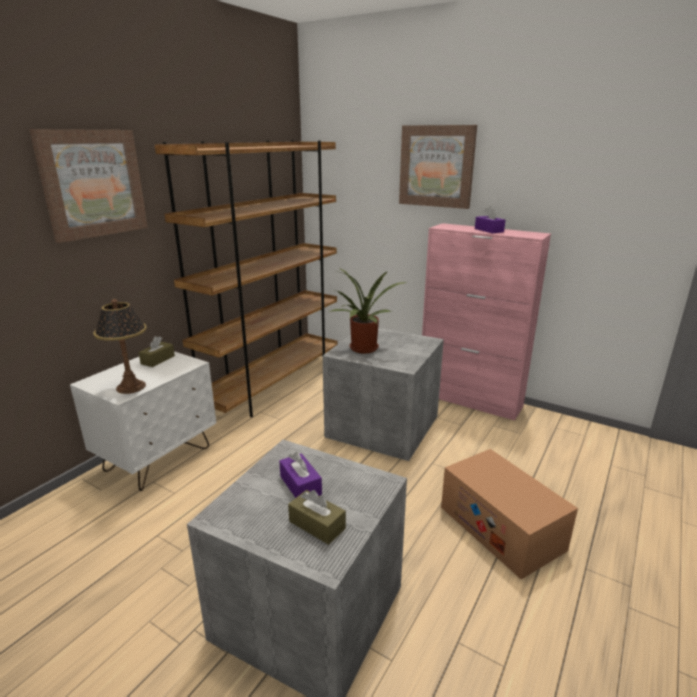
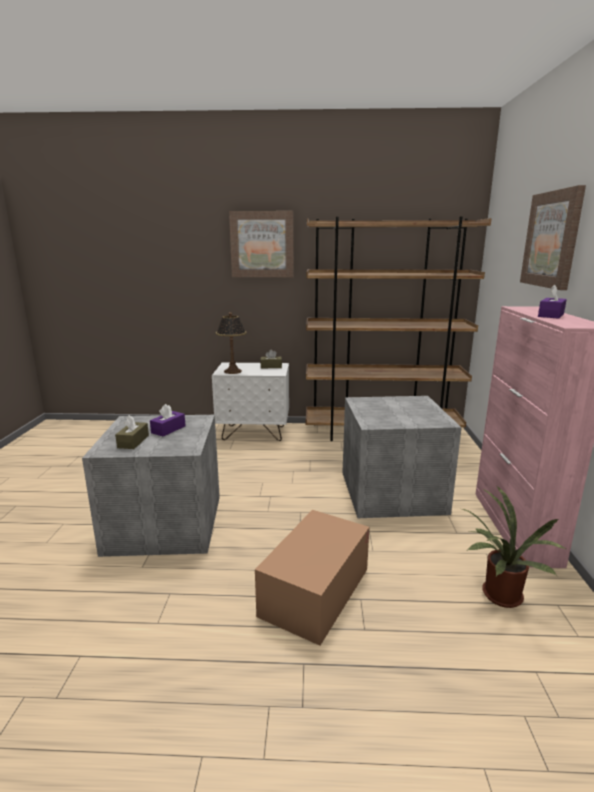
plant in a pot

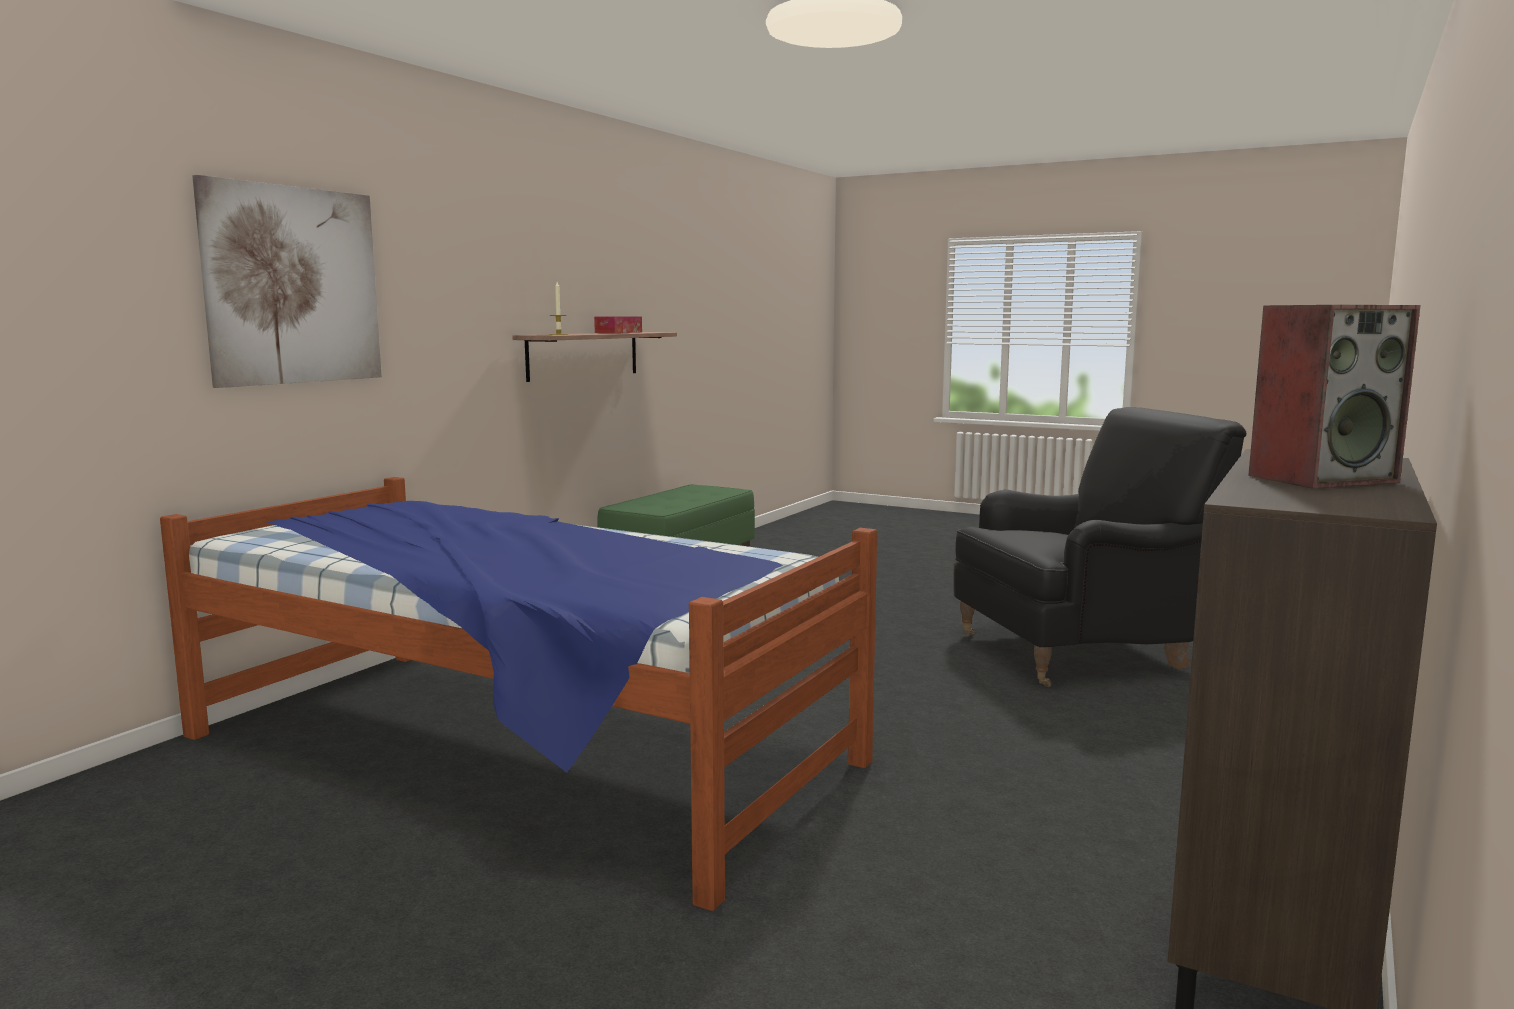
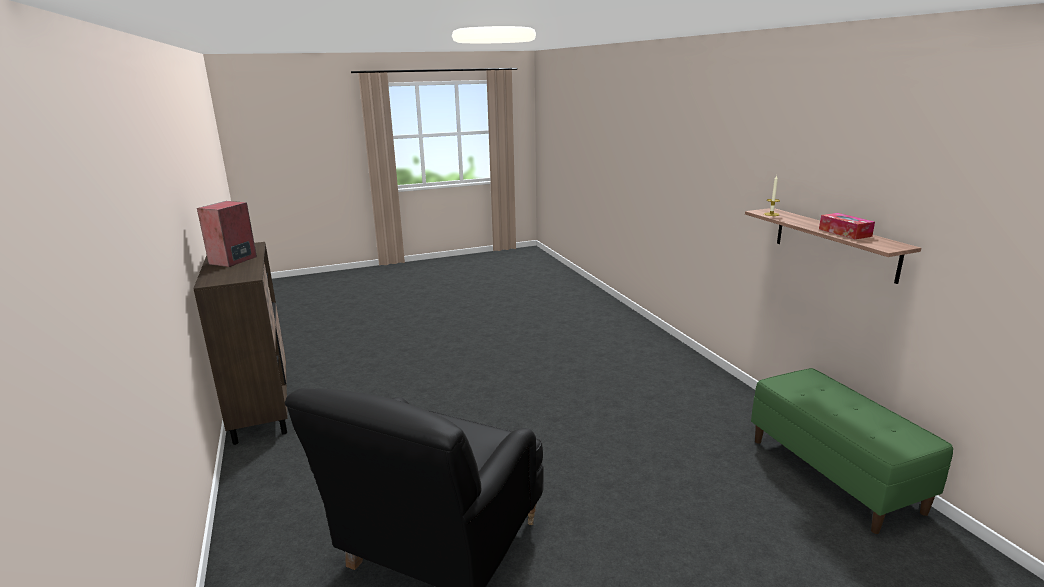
bedroom bed
wall picture

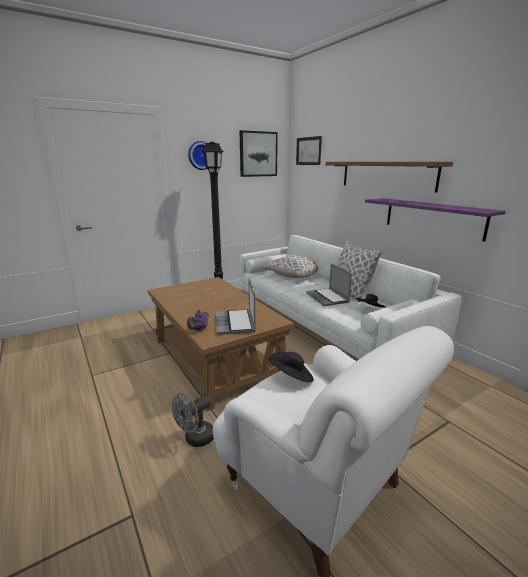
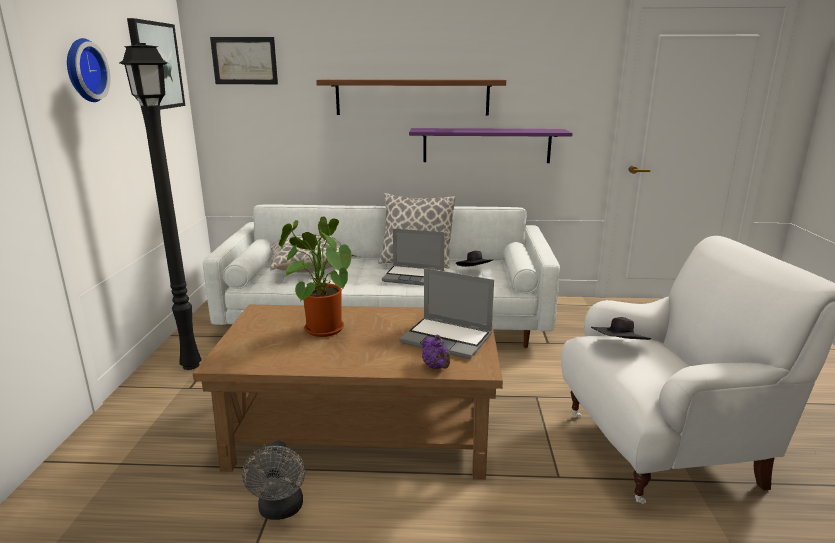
plant in a pot
gray electric fan

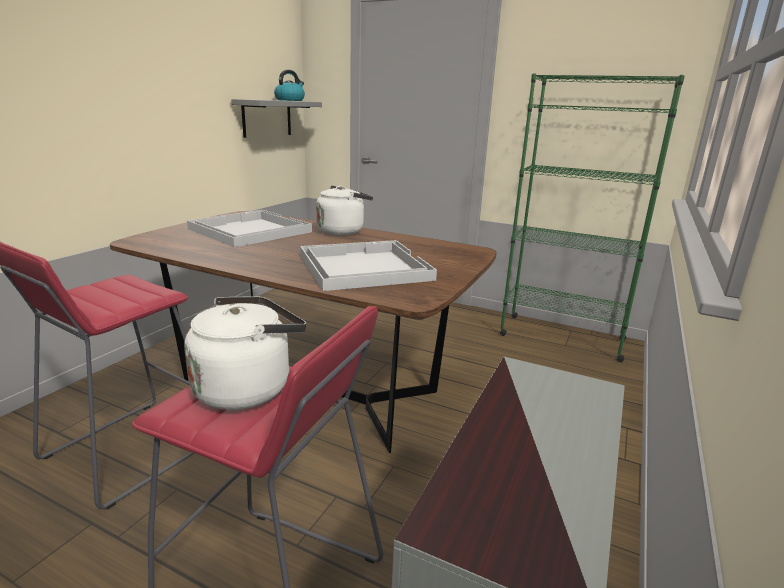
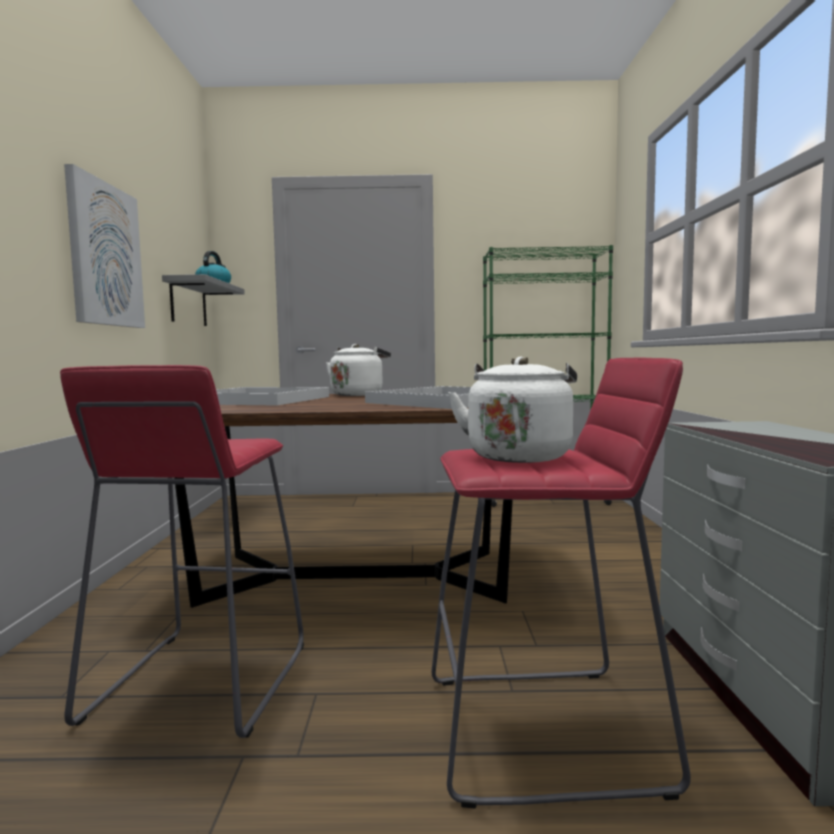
wall picture

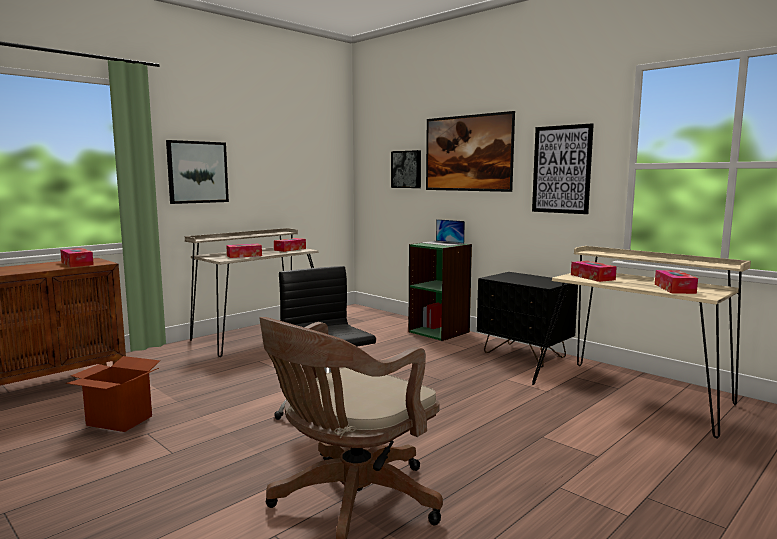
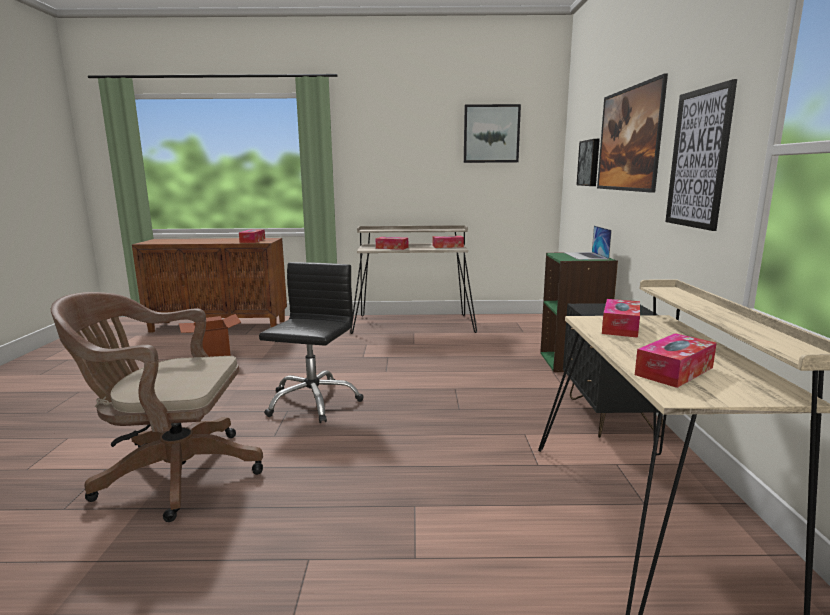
wall picture (no. 1 from left)

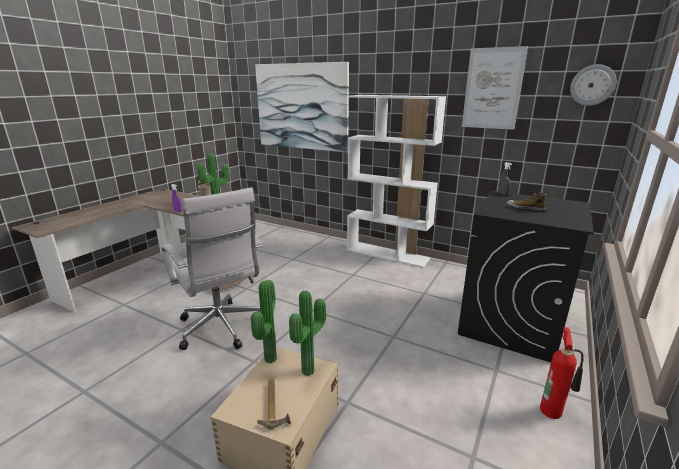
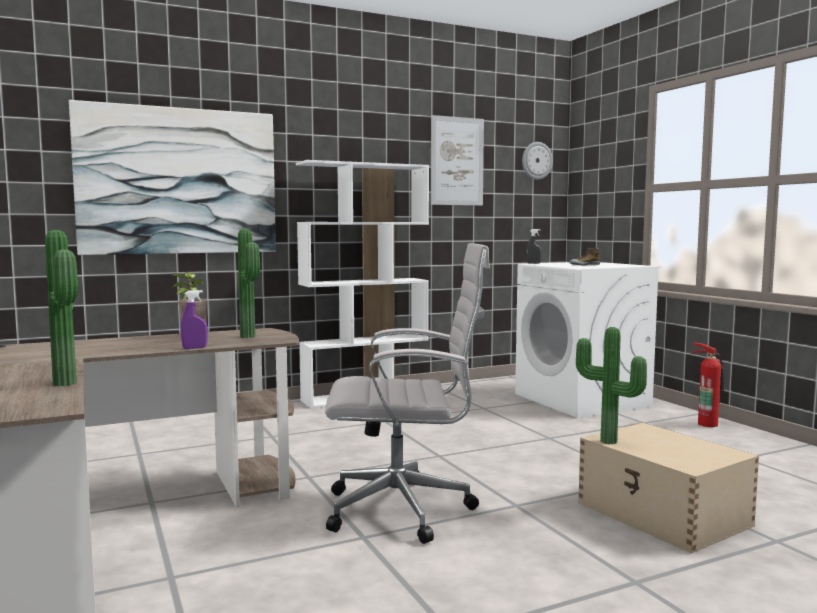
hammer
plant in a pot (no. 1 from left)
white-coloured laundry machine

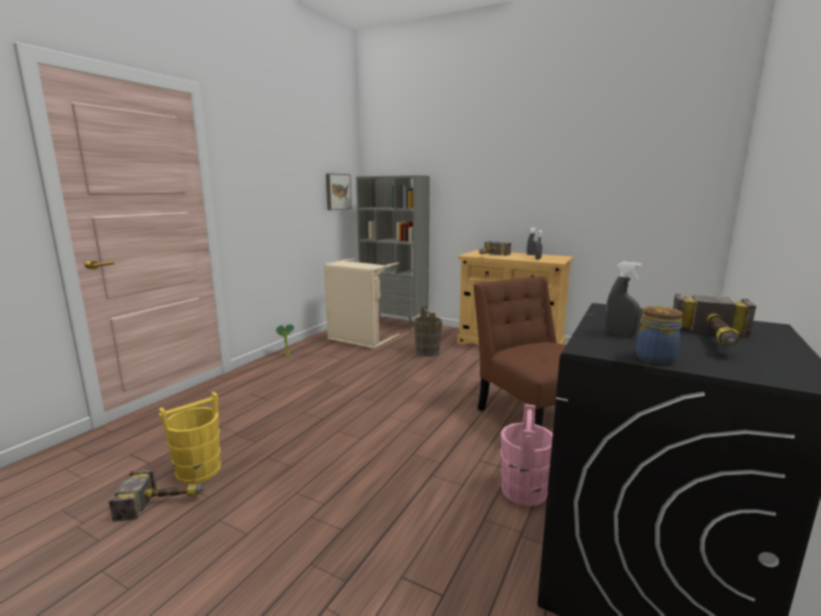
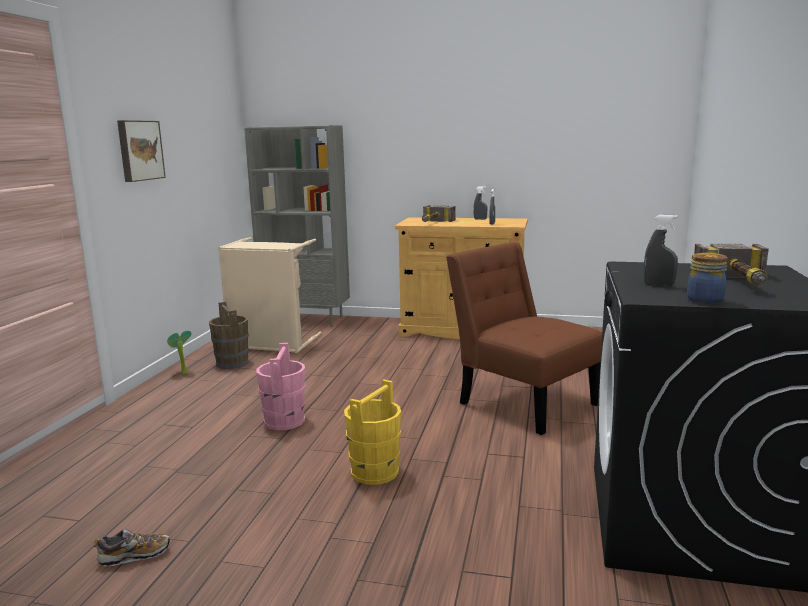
yellow water bucket
wall picture
brown water bucket
pink water bucket
low shoe

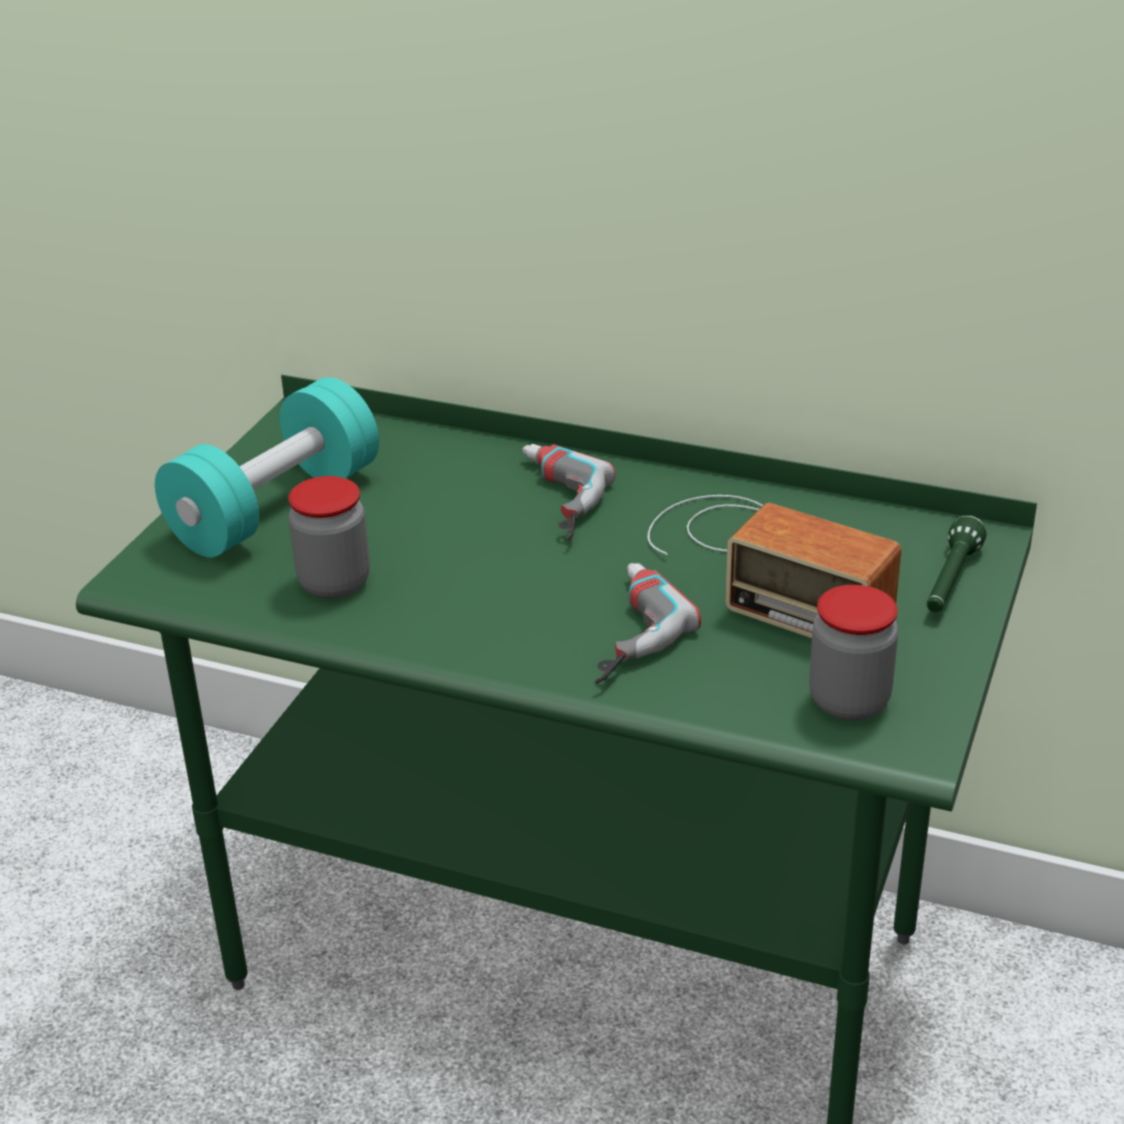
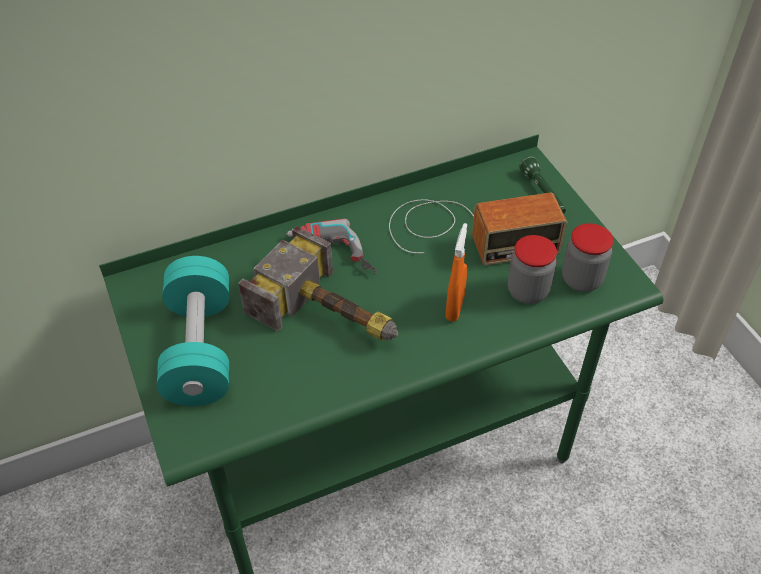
hammer
preserve jar (no. 1 from left)
orange sprayer

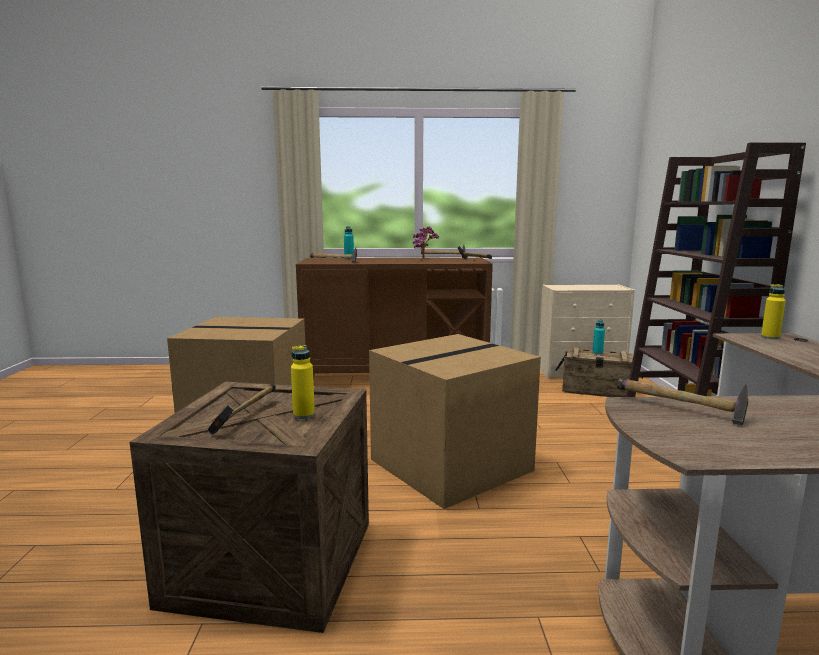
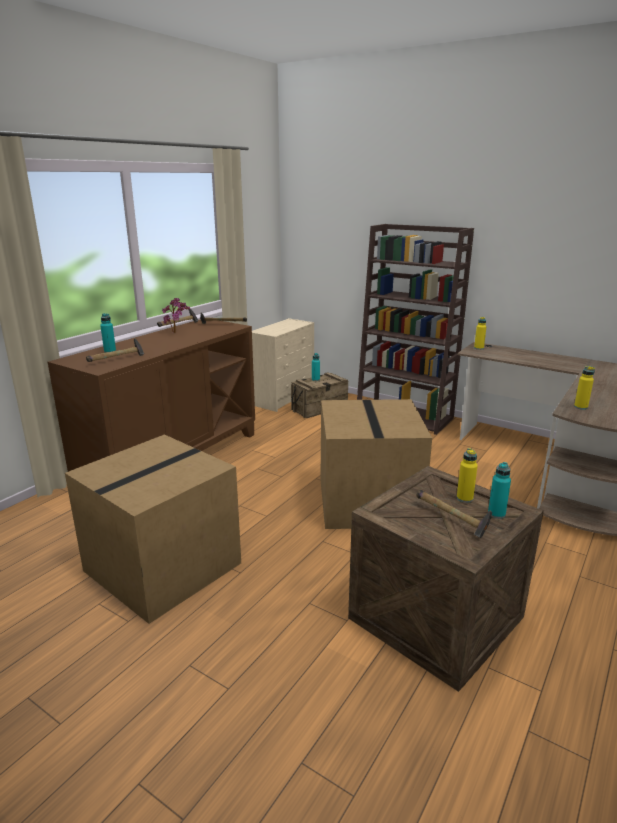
blue-green bottle (no. 3 from left)
yellow bottle (no. 3 from left)

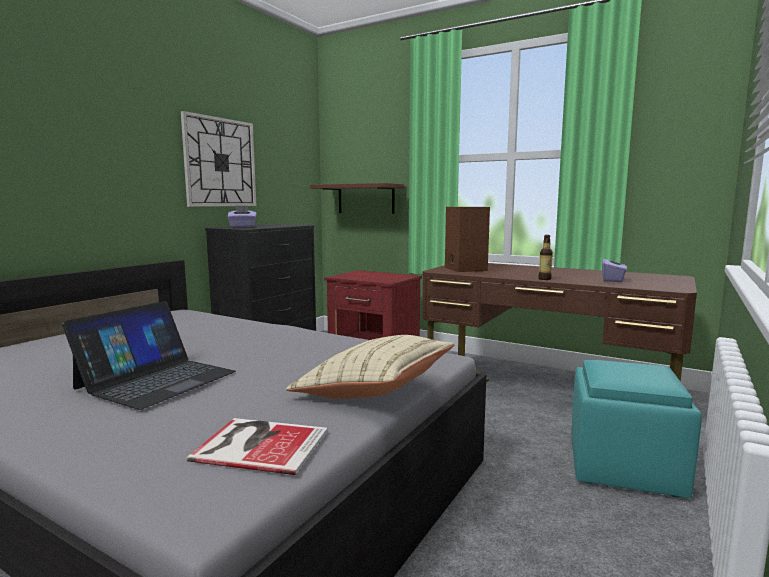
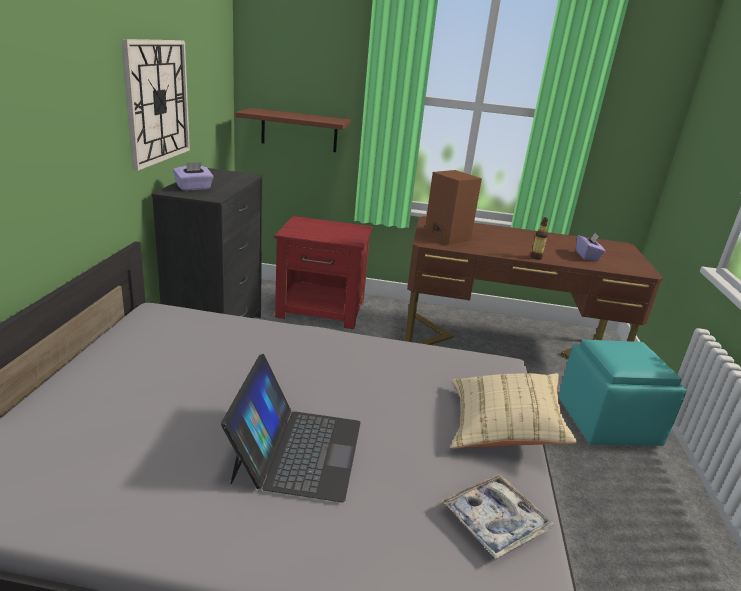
carrying tray

